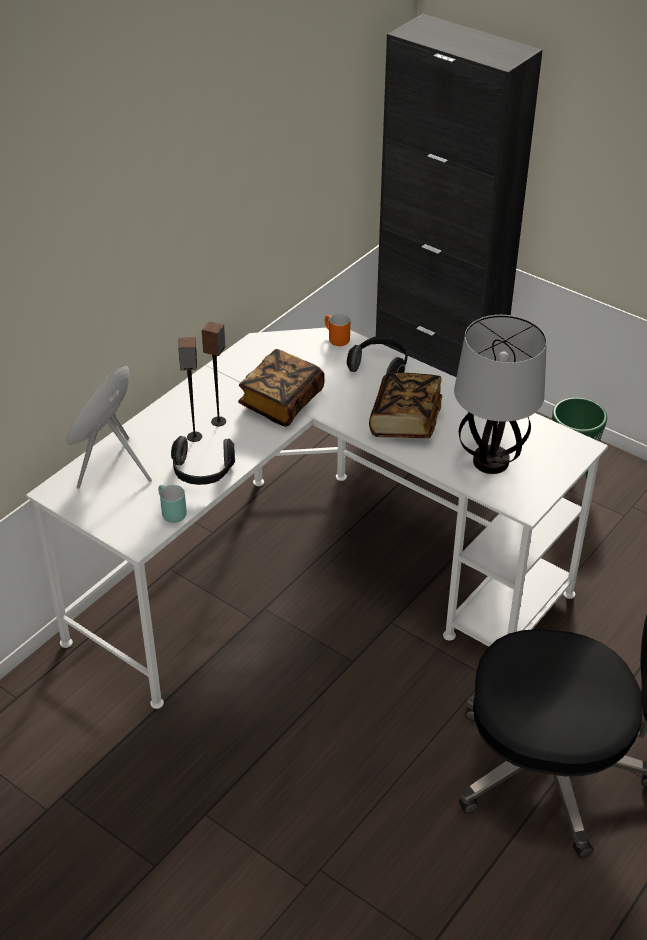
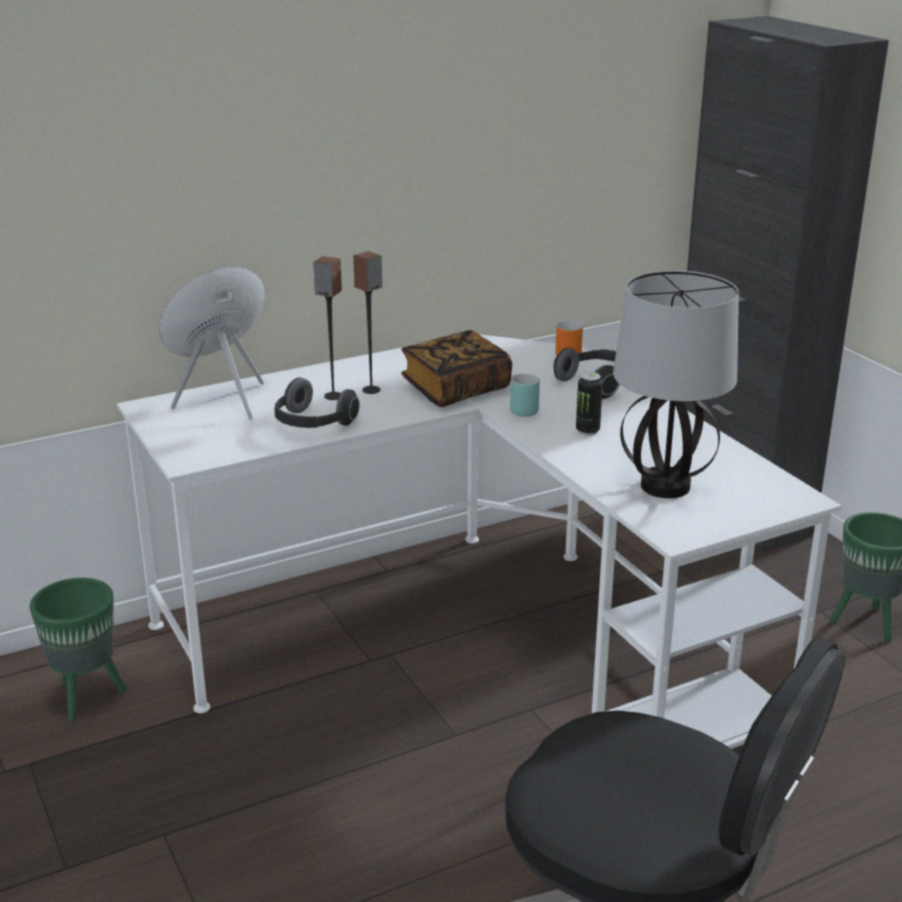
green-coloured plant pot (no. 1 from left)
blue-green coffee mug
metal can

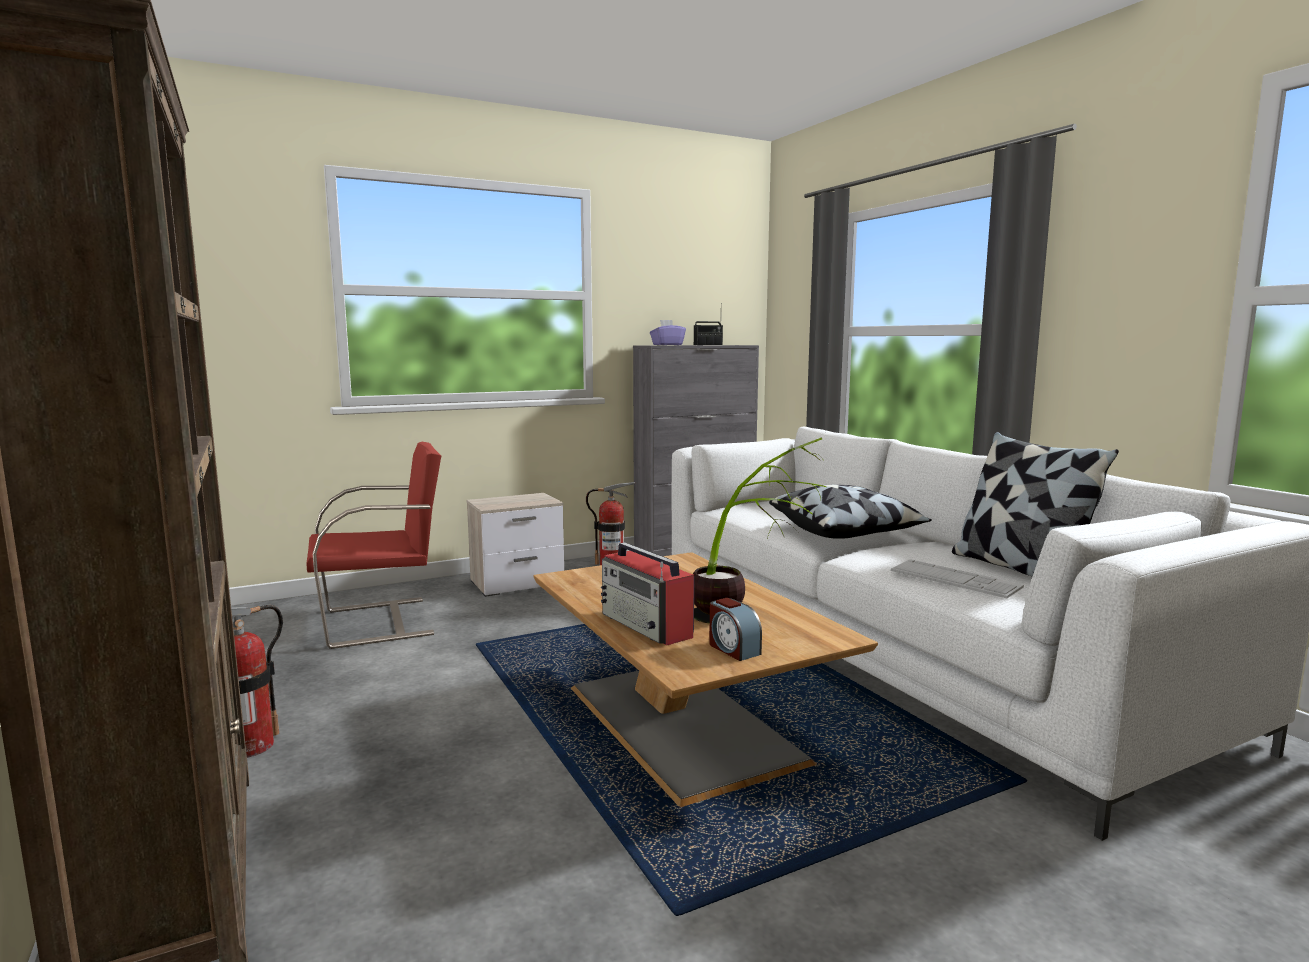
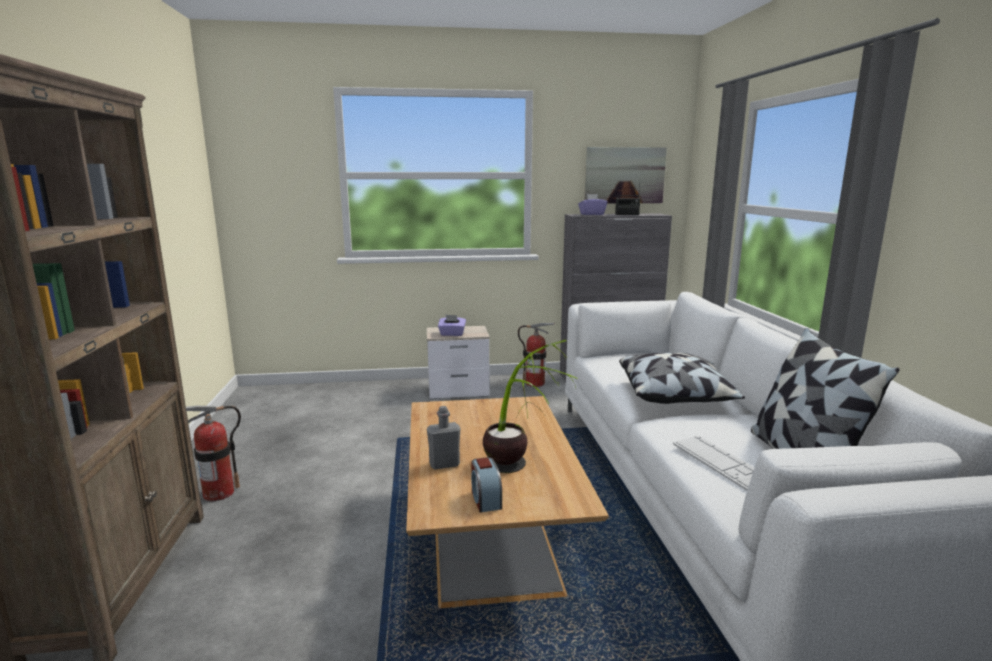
red-coloured plain chair
purple tissue box (no. 1 from left)
wall picture
gray bottle

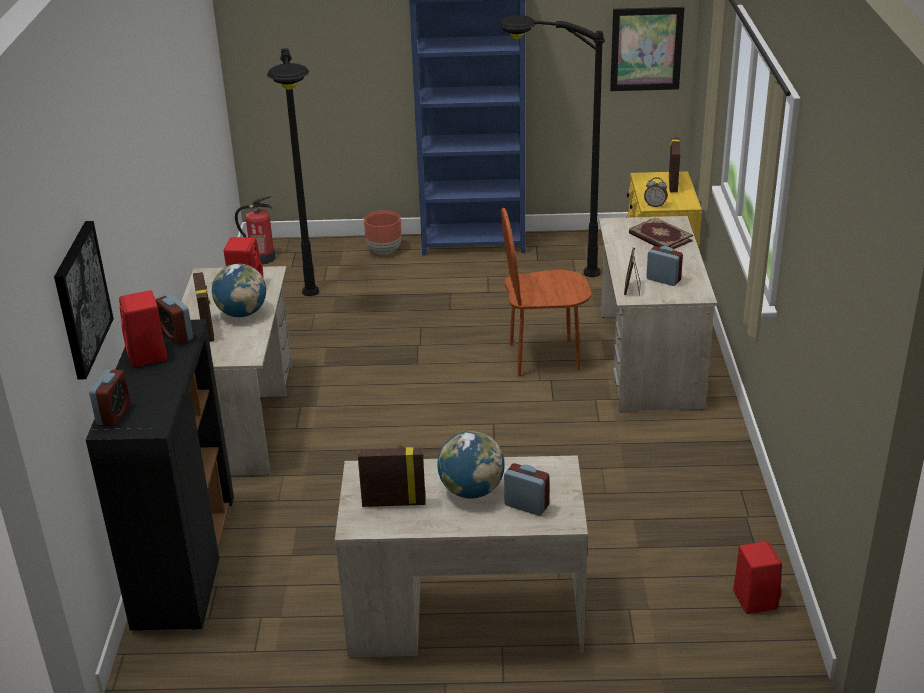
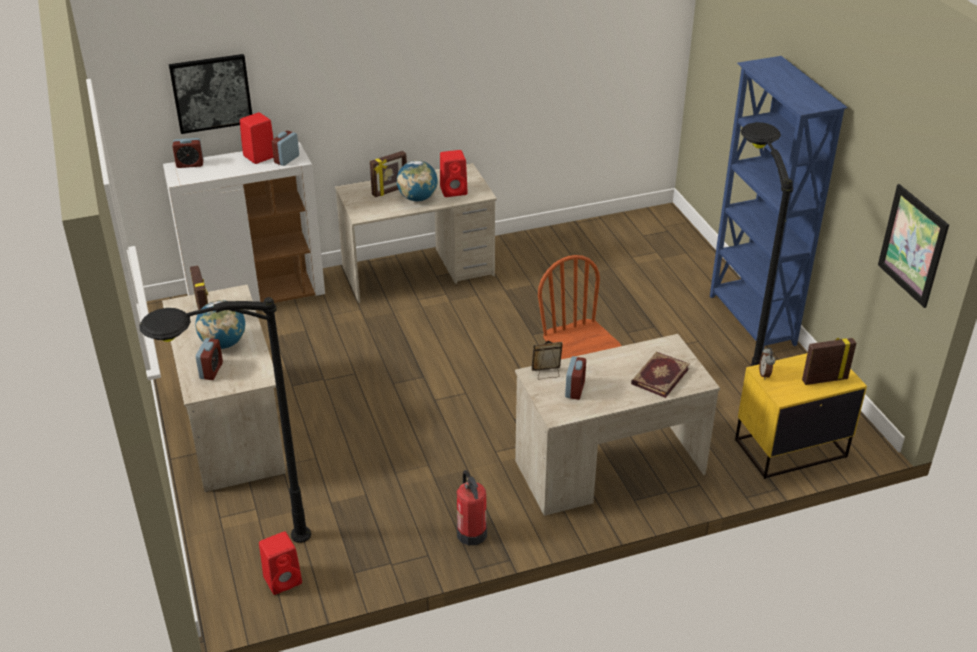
brown plant pot
extinguisher
black floor lamp (no. 1 from left)
white-coloured storage cabinet

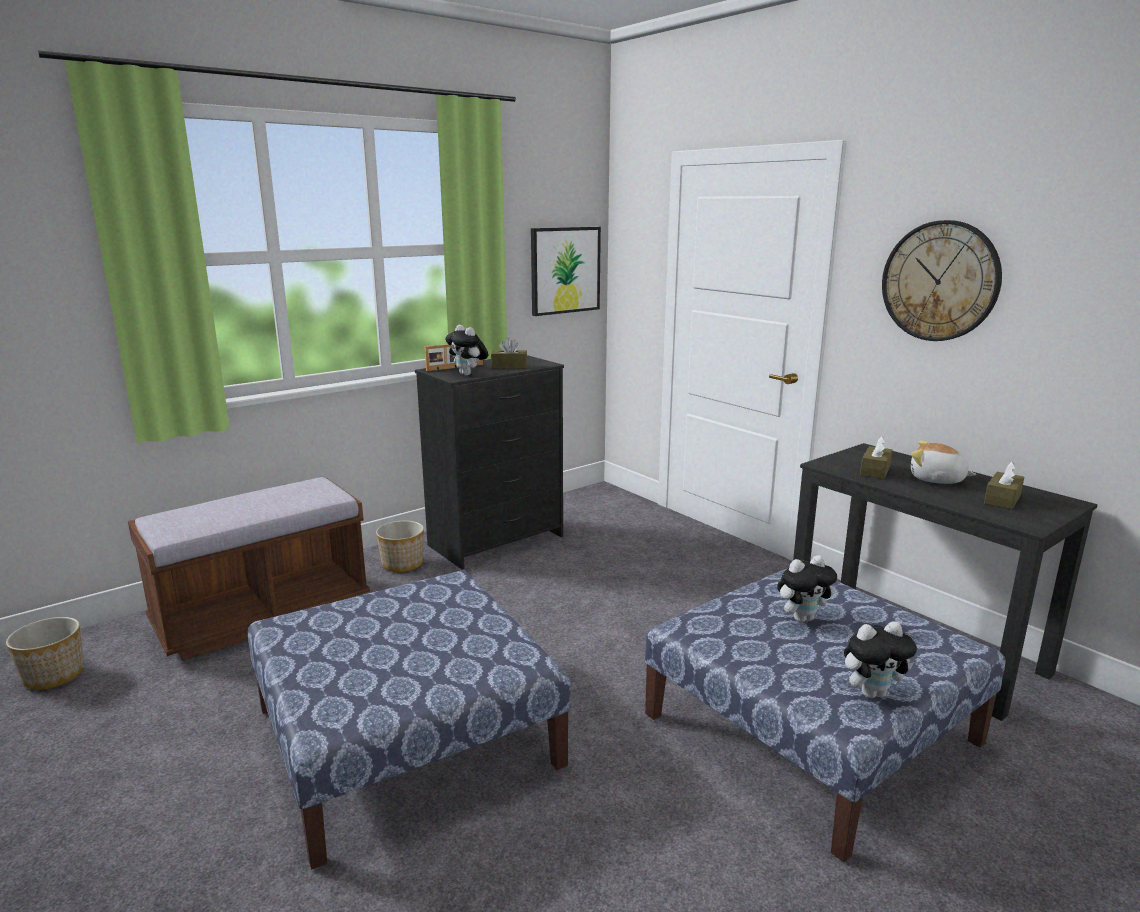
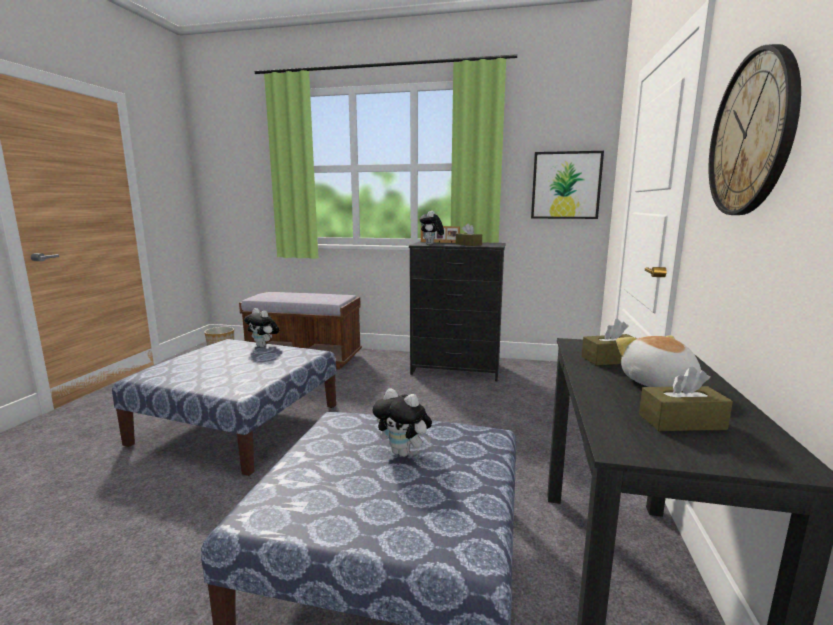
plant pot (no. 2 from left in the first image)
plush toy (no. 1 from left)

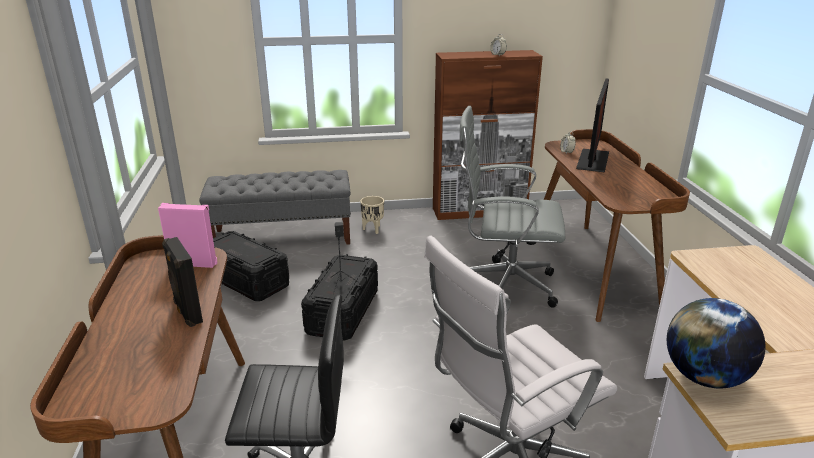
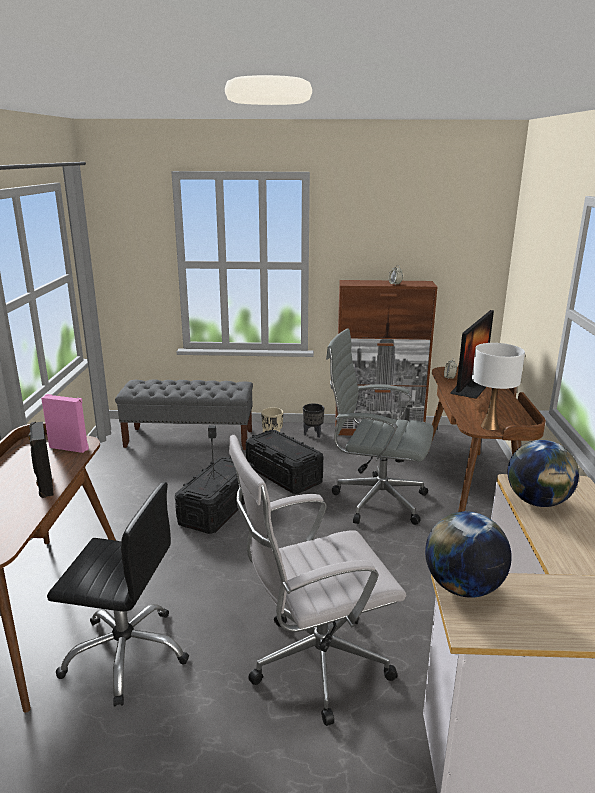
black plant pot
white-coloured lamp for a table
world globe (no. 2 from left)
black storage bin (no. 2 from left)

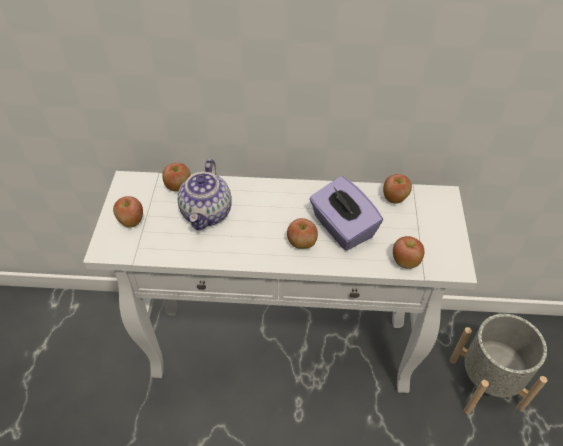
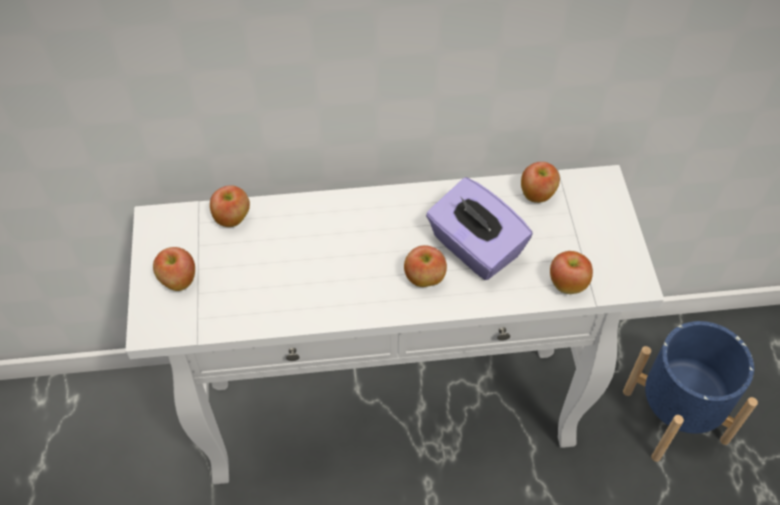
pot for tea
blue-coloured plant pot

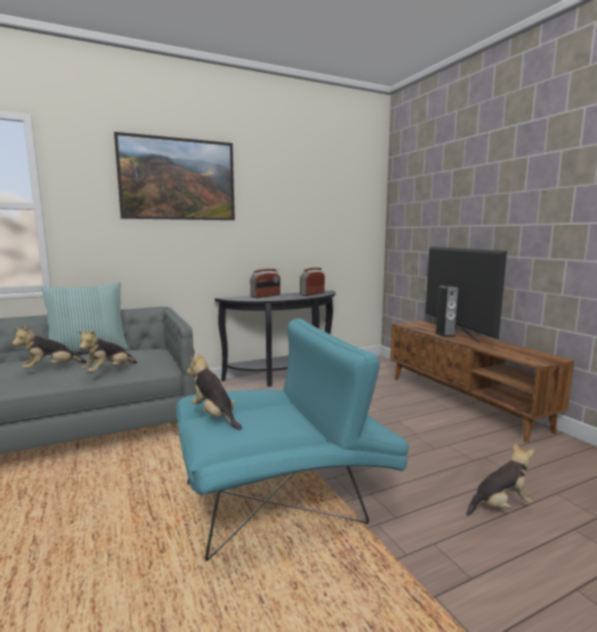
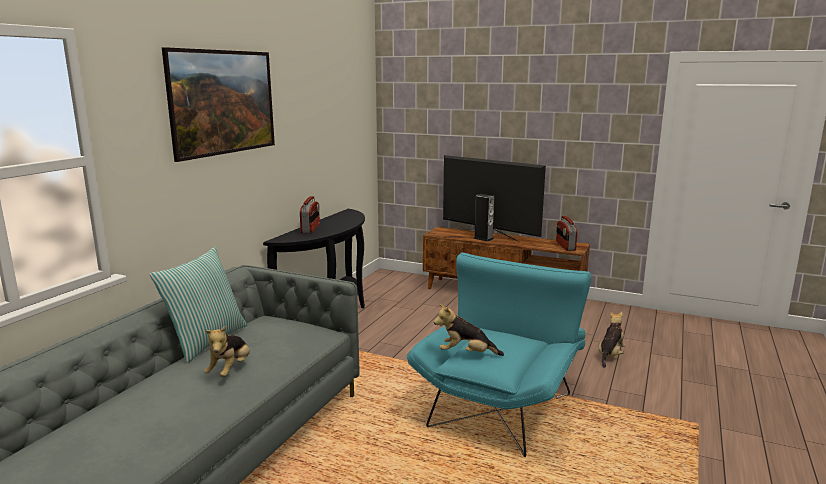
plush toy (no. 2 from left in the first image)
radio set (no. 2 from left)

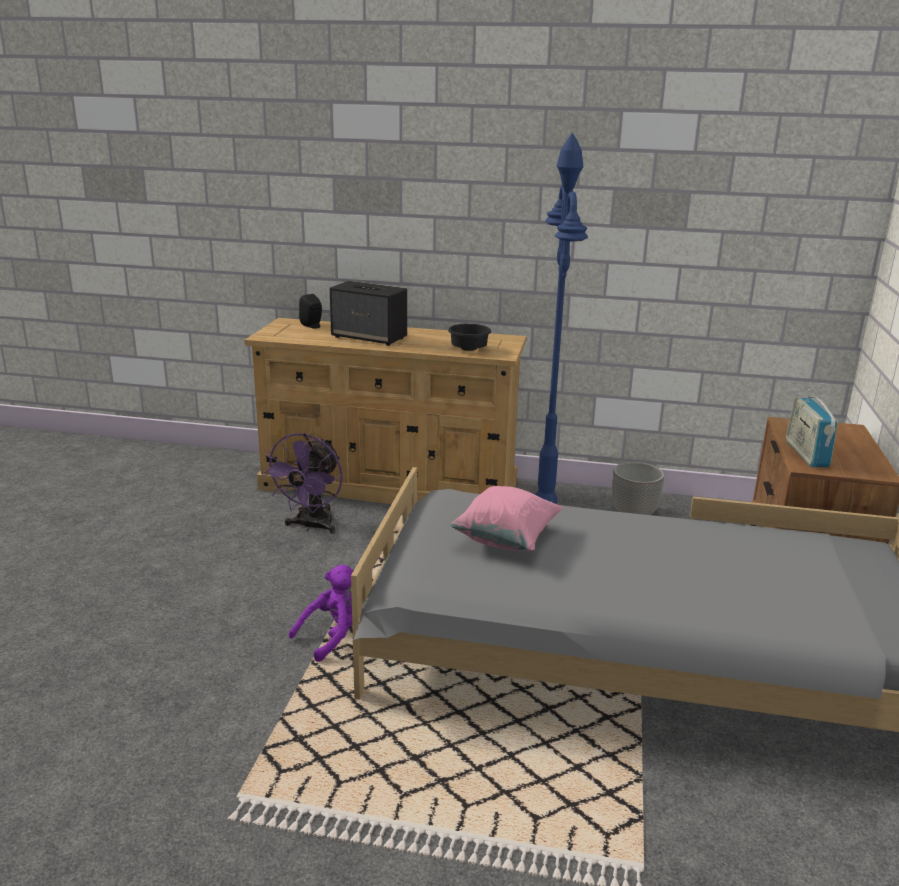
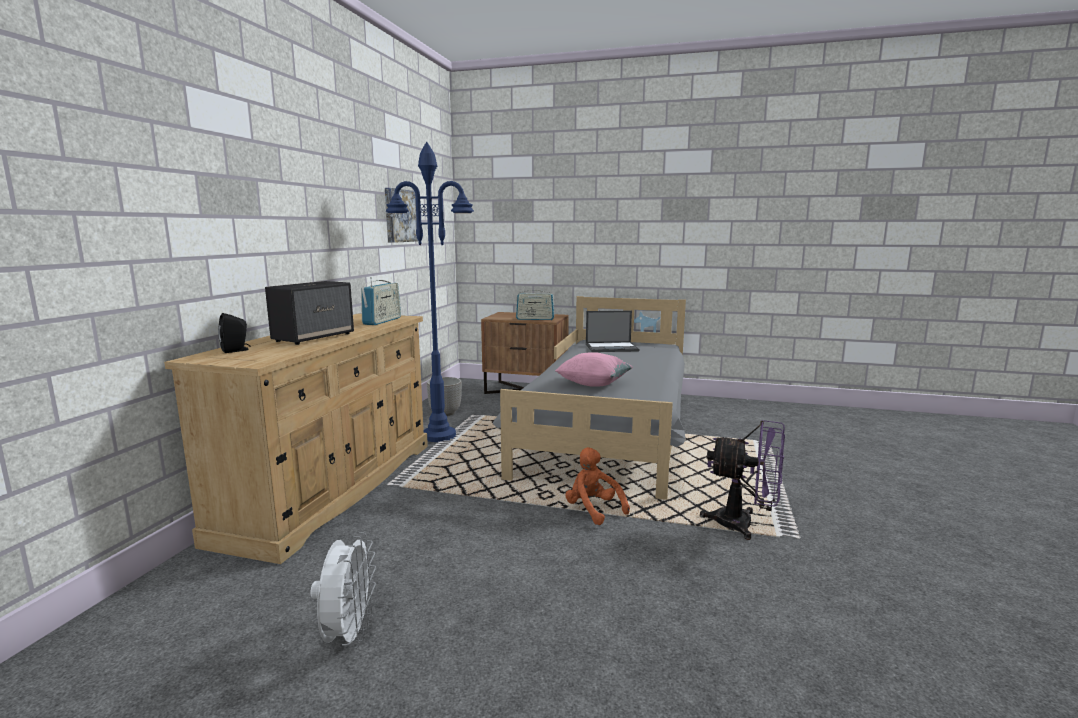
white-coloured electric fan
wall picture
notebook computer
purple electric fan
radio set (no. 1 from left)
orange plush toy

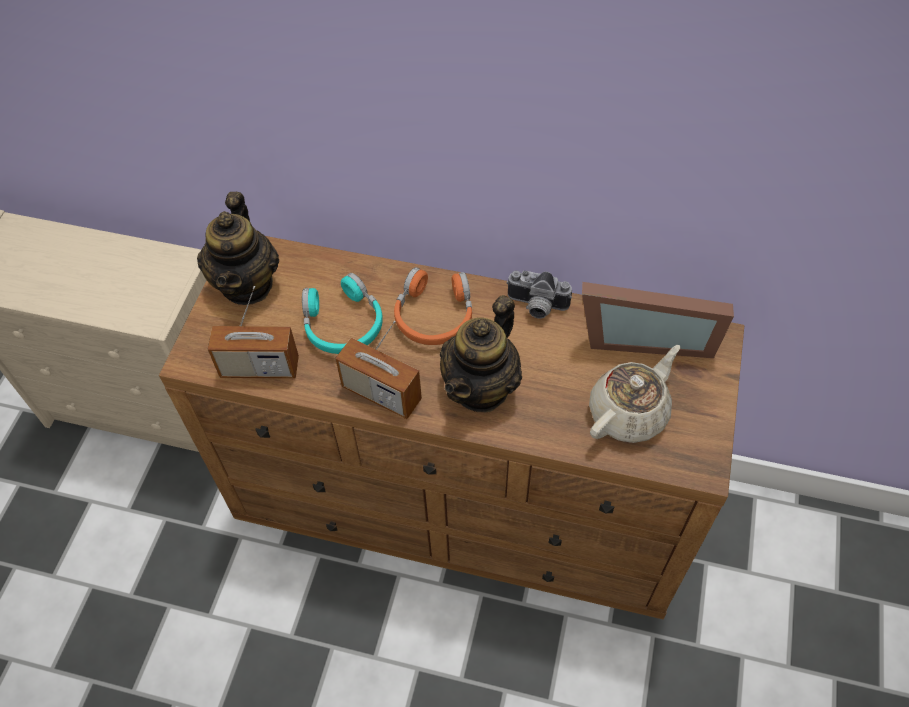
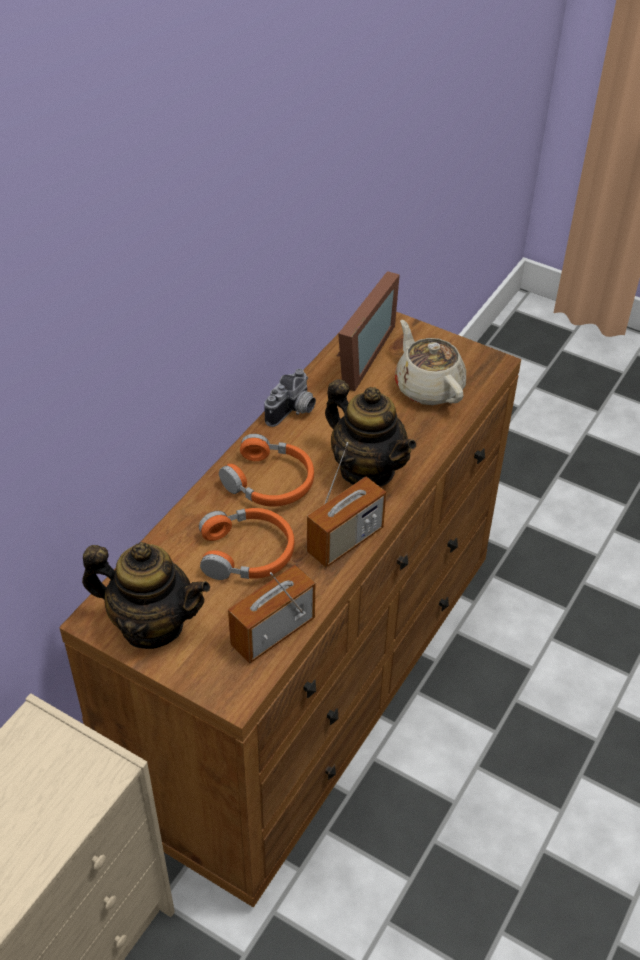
orange headset (no. 1 from left)
radio set (no. 1 from left)

